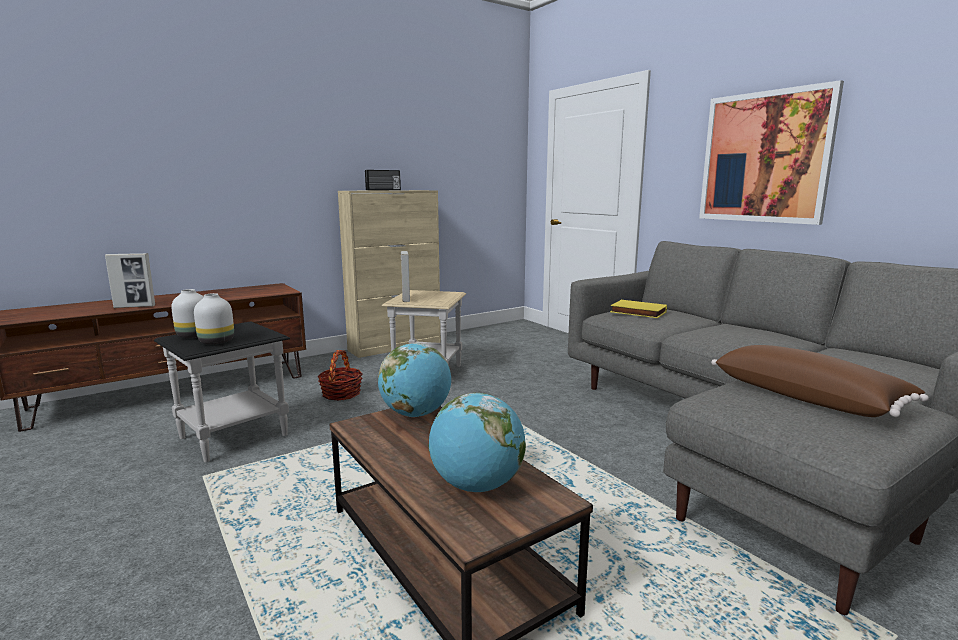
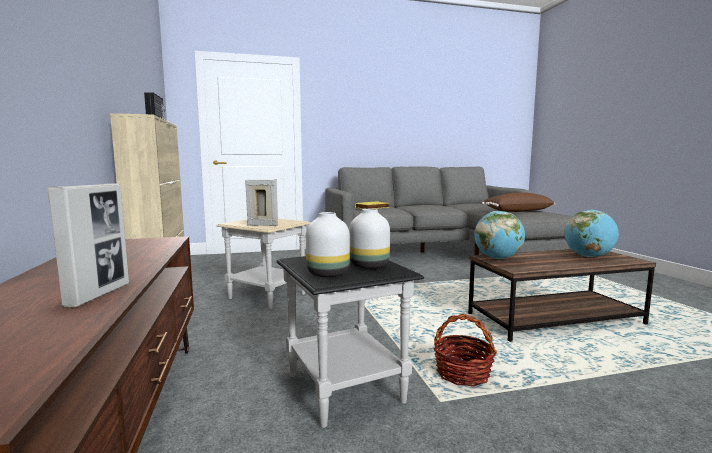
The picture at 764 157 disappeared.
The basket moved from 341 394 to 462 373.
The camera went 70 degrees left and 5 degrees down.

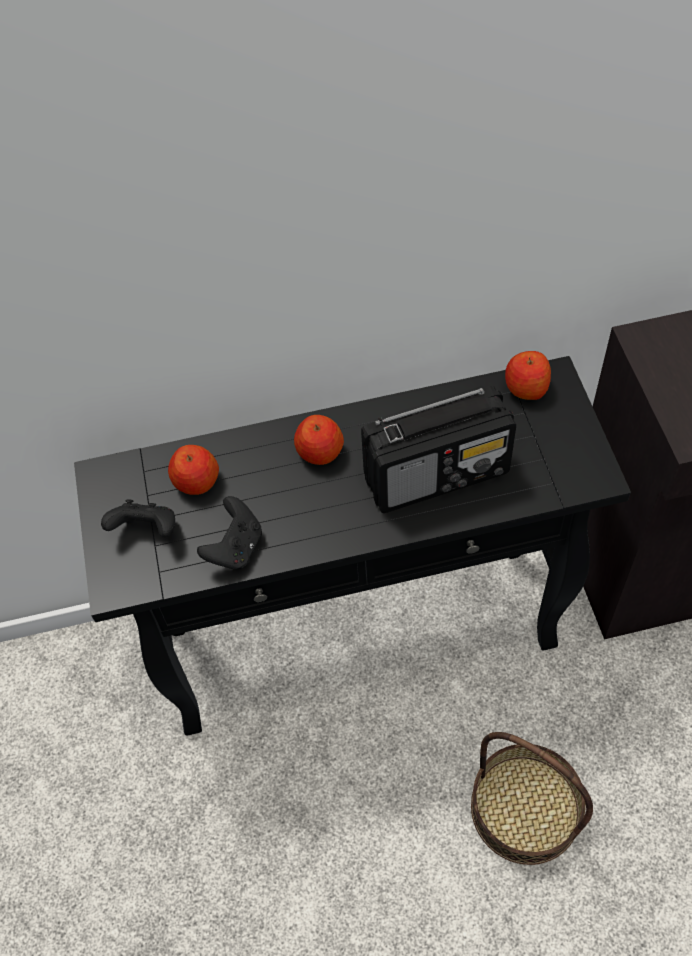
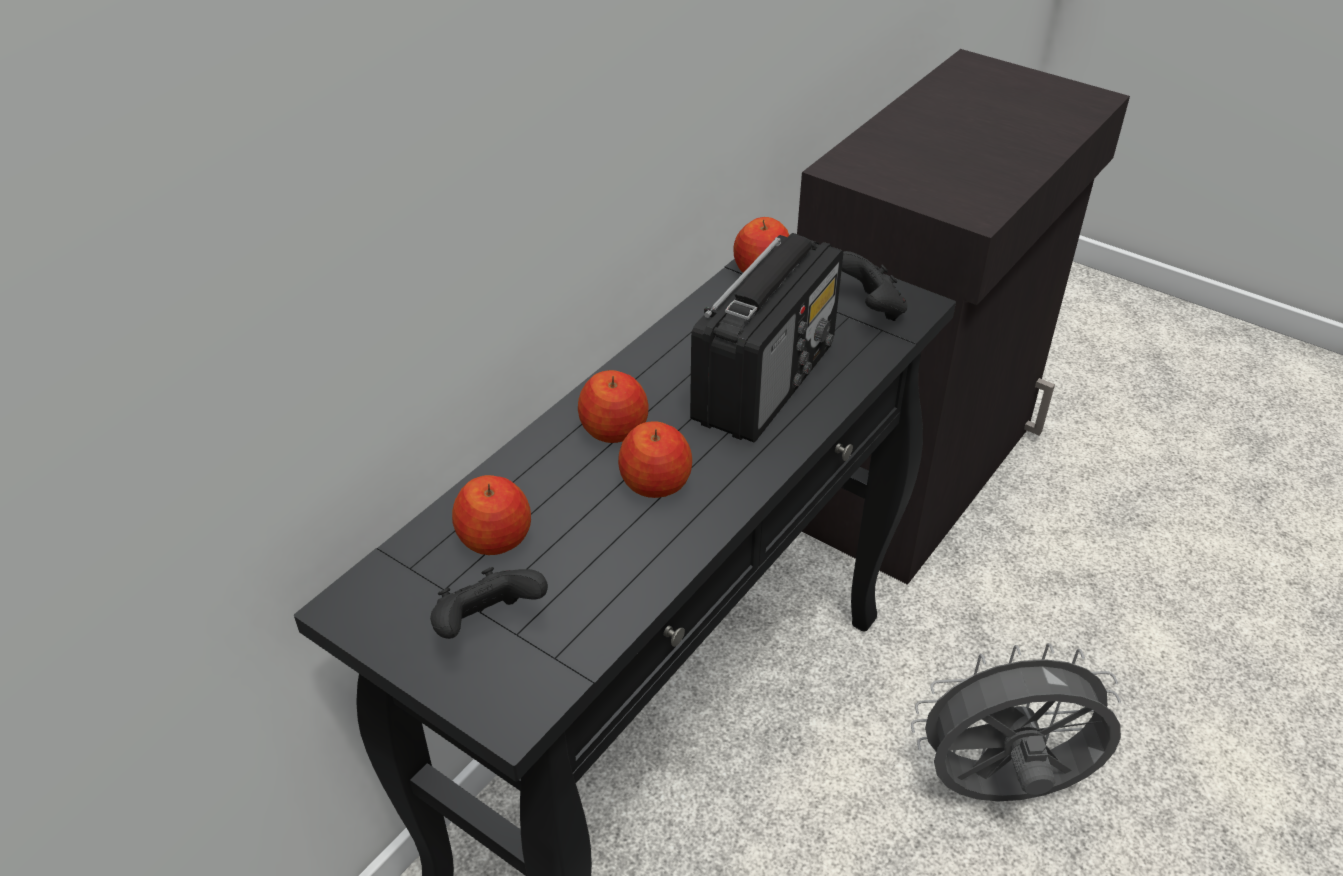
The apple at 656 483 appeared.
The game controller in black moved from 235 547 to 871 309.
The basket at 525 809 was replaced by the fan in grey at 1001 791.
The camera went 45 degrees left and 15 degrees down.

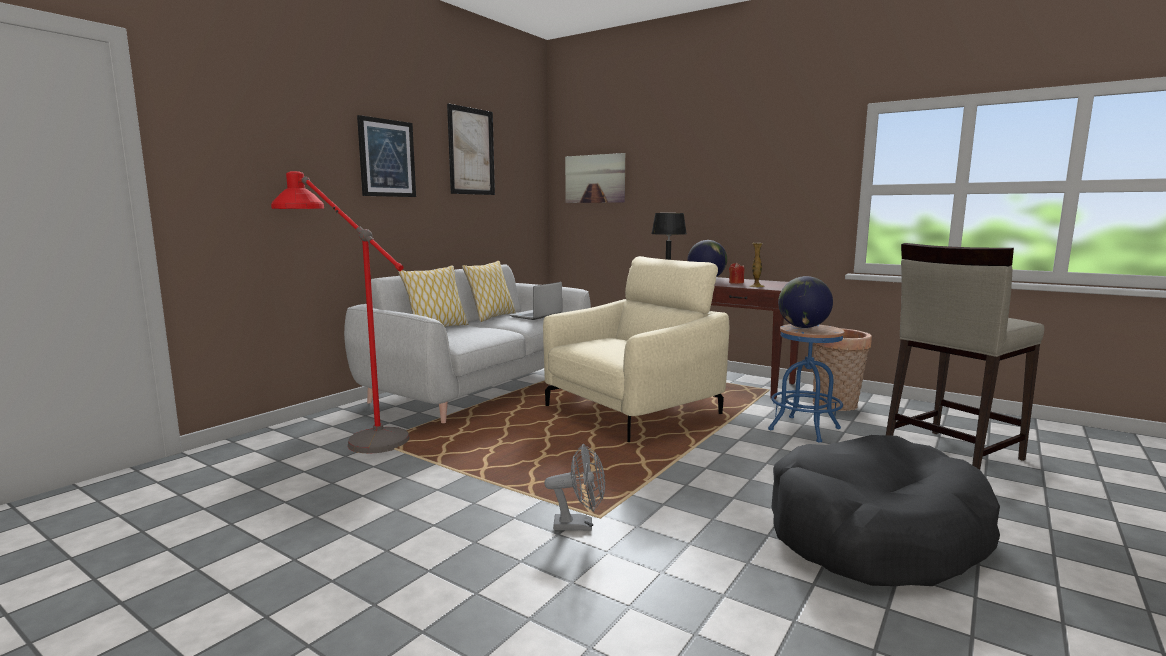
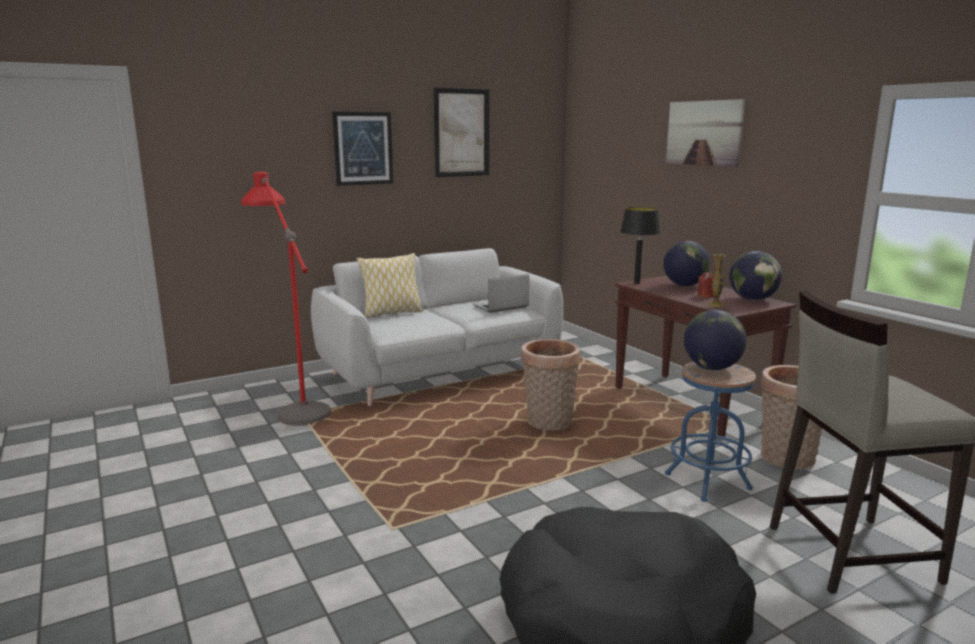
The pillow at 491 317 disappeared.
The fan in grey at 580 525 disappeared.
The globe at 752 299 appeared.
The picture moved from 595 178 to 704 133.
The armchair in beige at 631 411 was replaced by the basket at 548 423.
The camera went 25 degrees right and 5 degrees up.

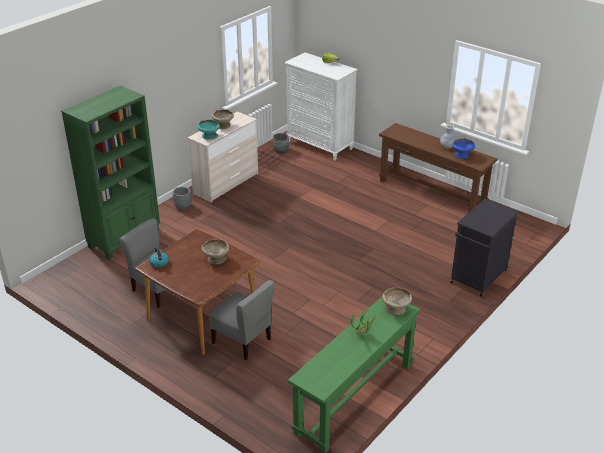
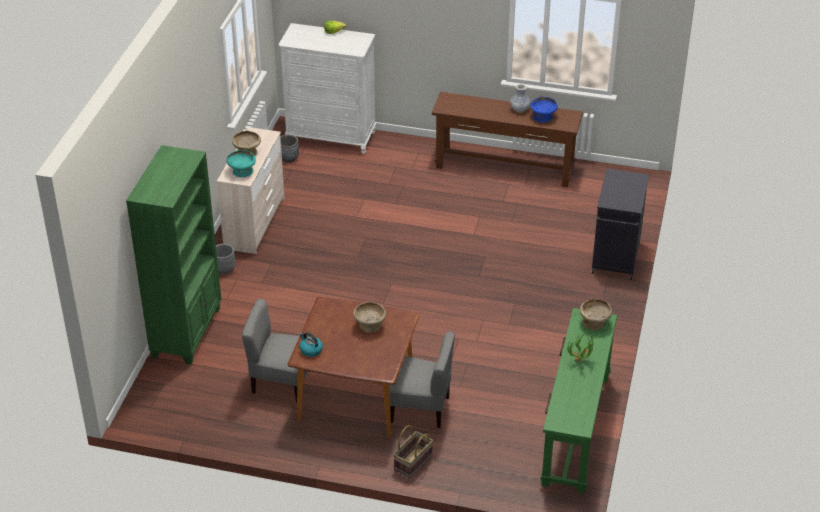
The basket at 413 463 appeared.
The camera went 25 degrees left and 5 degrees up.

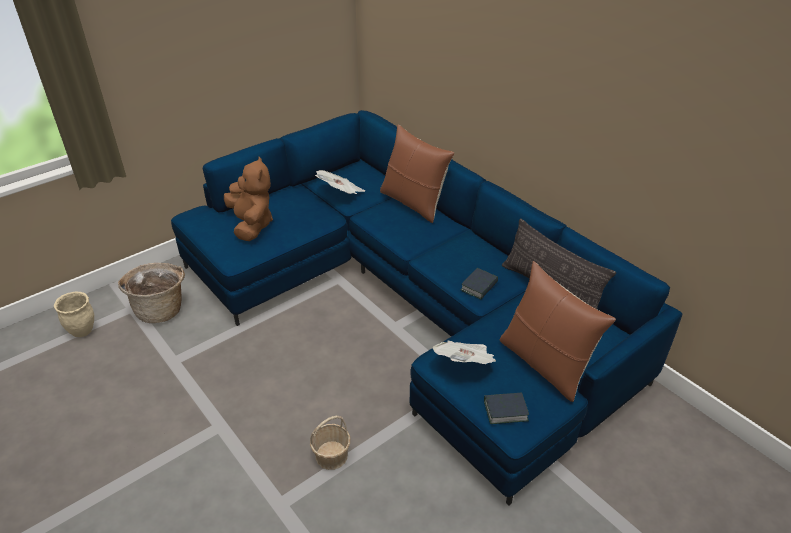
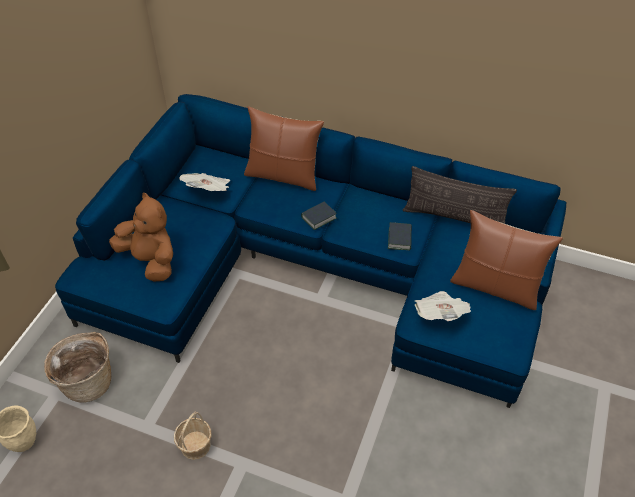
The basket moved from 332 456 to 196 445.
The book moved from 505 411 to 318 218.
The camera went 30 degrees left and 10 degrees up.

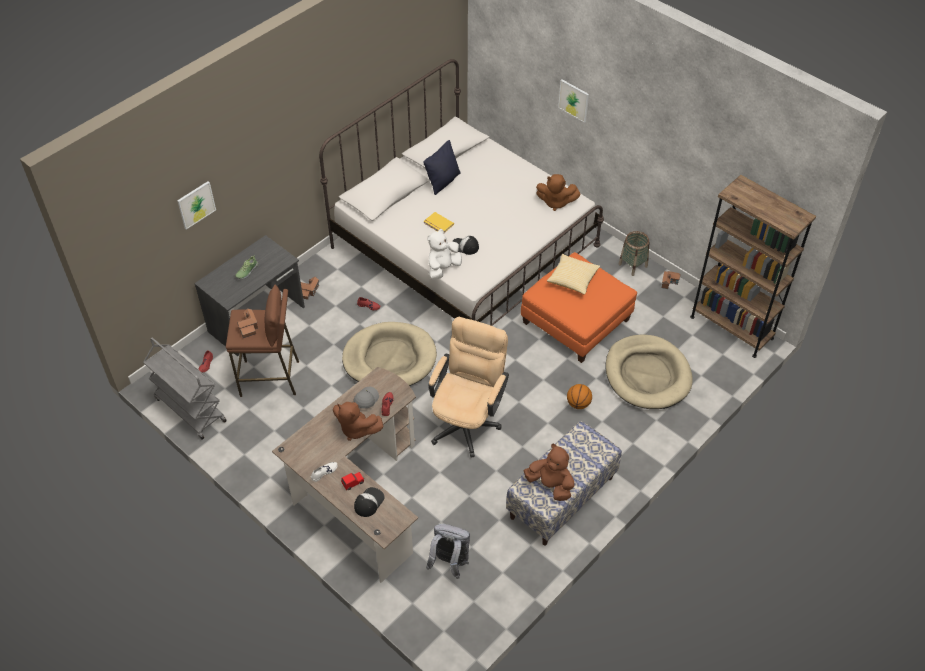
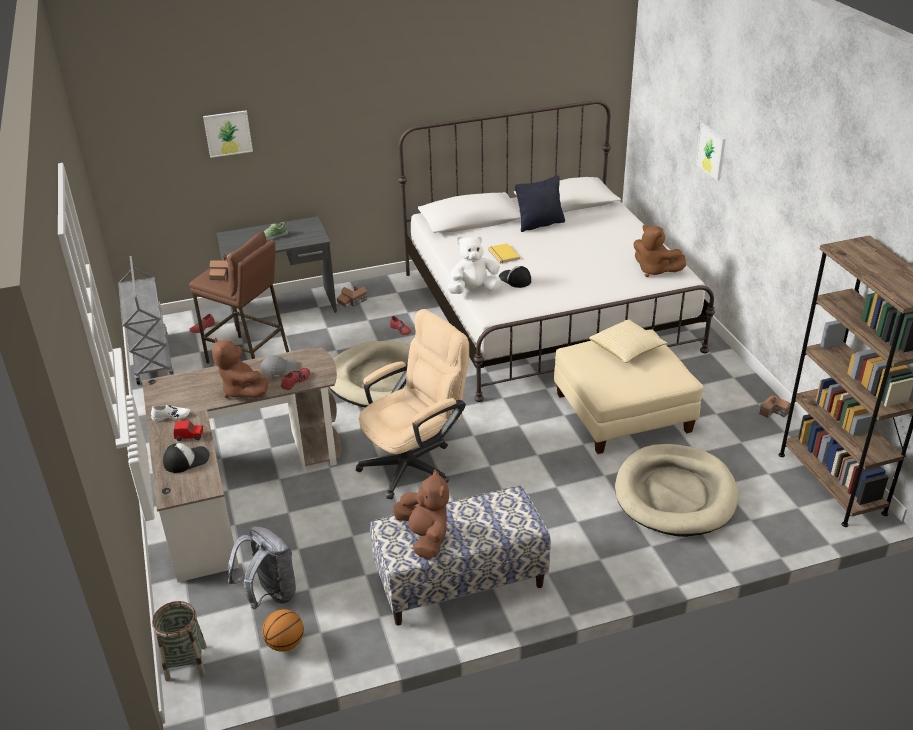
The basketball moved from 578 404 to 285 643.
The basket moved from 633 265 to 186 663.
The ottoman in orange at 576 321 became the ottoman in beige at 623 412.
The camera went 30 degrees right and 15 degrees down.

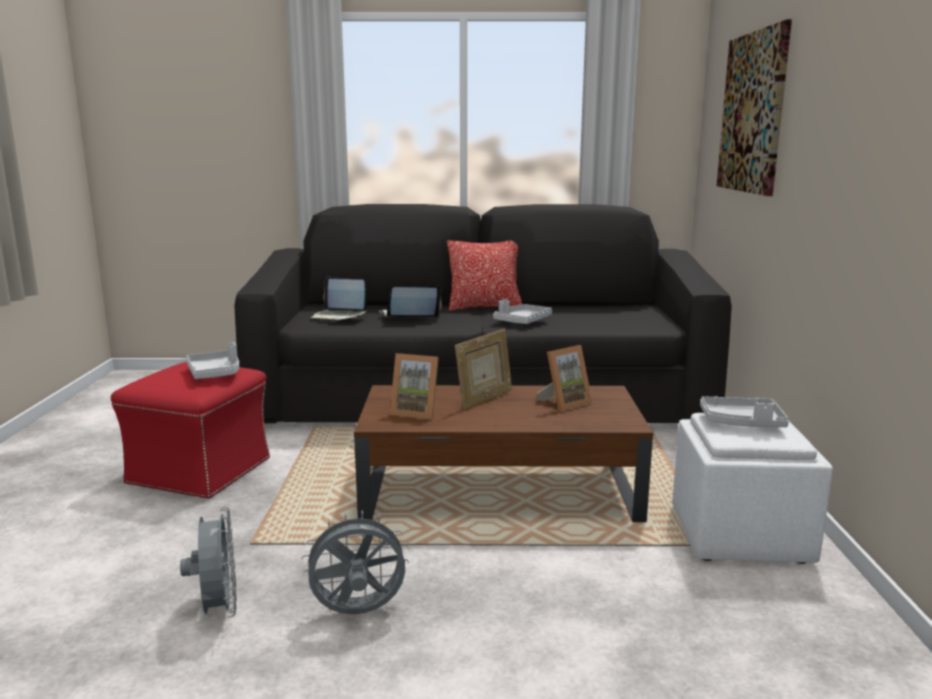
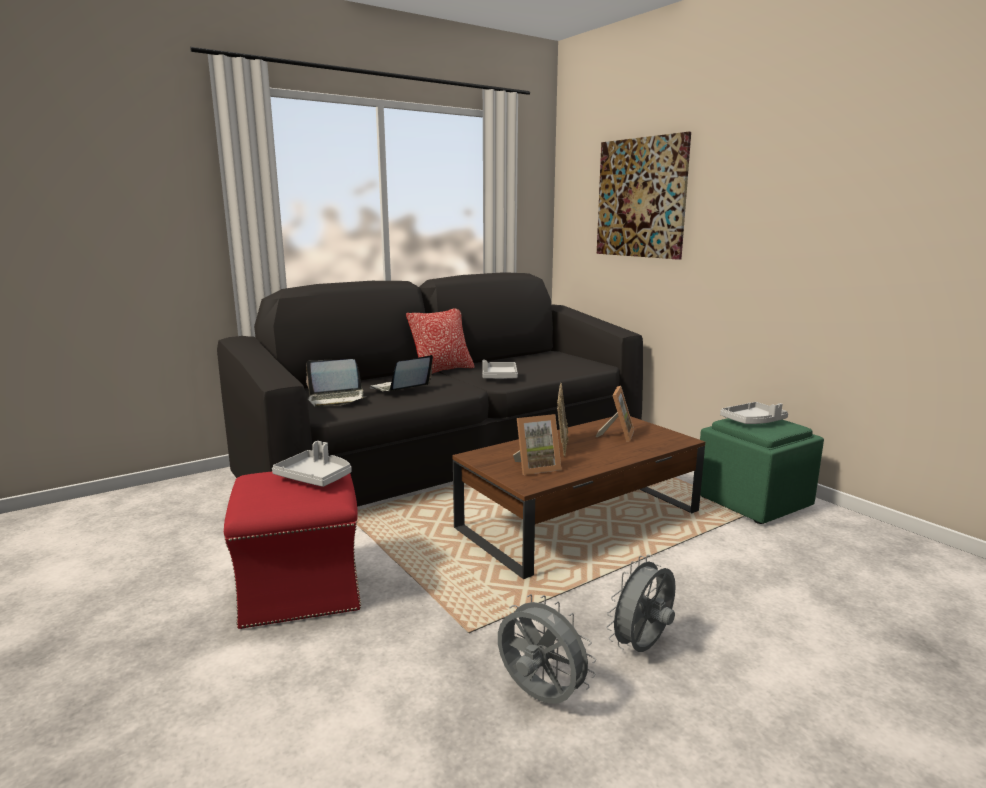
The ottoman in white at 738 535 became the ottoman in green at 751 501.
The camera went 35 degrees left and 0 degrees up.

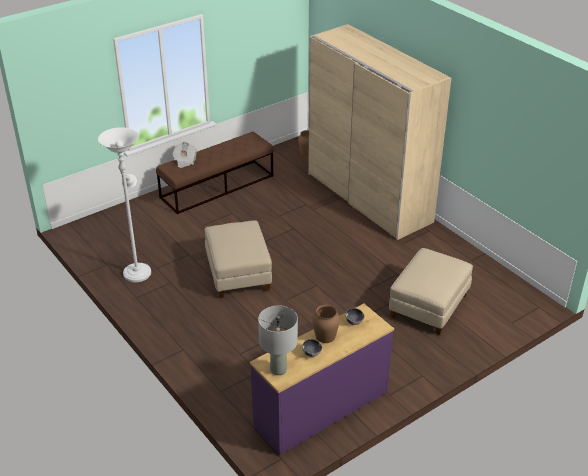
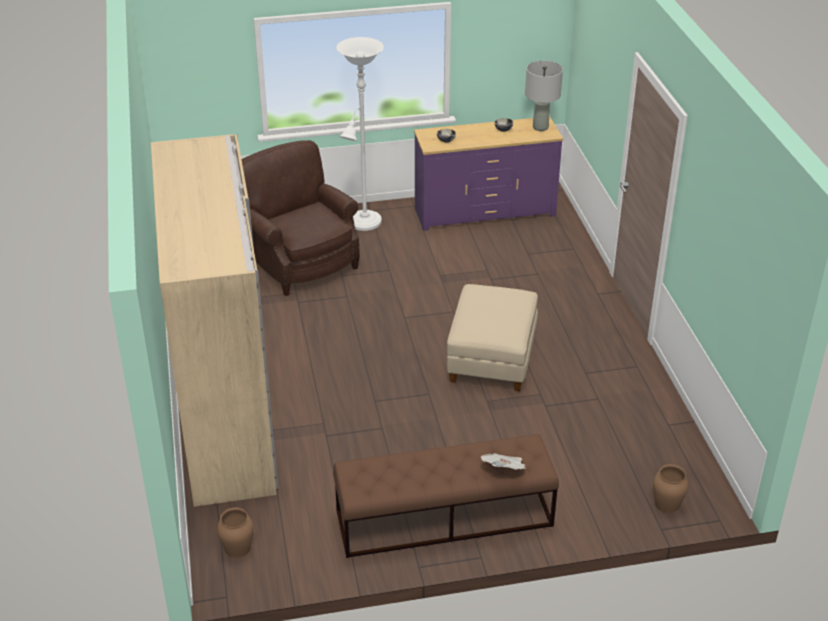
The floor lamp in white moved from 137 271 to 363 224.
The vase in brown moved from 325 336 to 667 503.
The ottoman in beige at 429 306 was replaced by the armchair in brown at 299 261.
The camera went 155 degrees left and 0 degrees up.

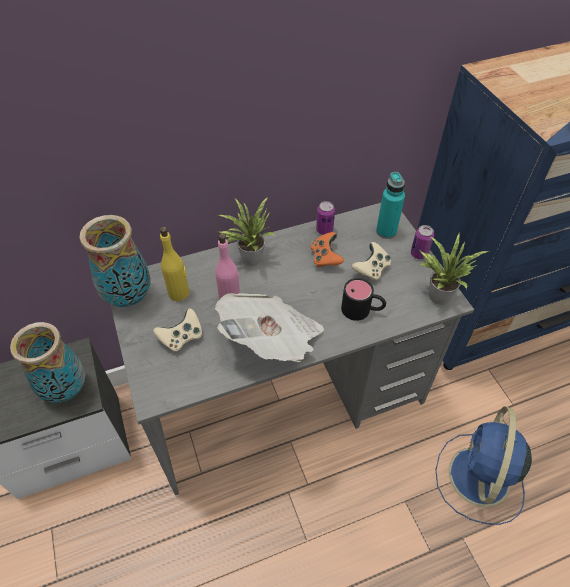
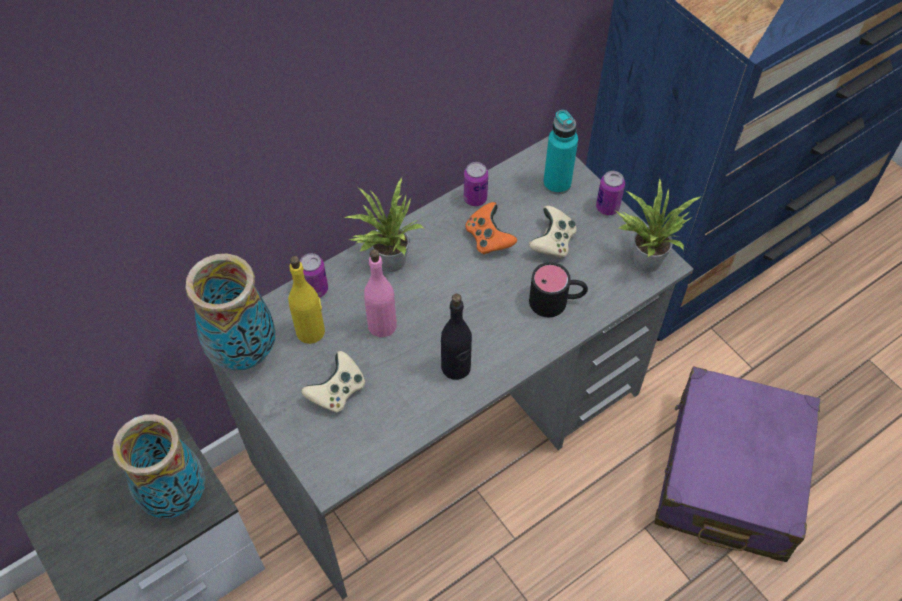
The can at 315 289 appeared.
The newspaper at 272 340 was replaced by the bottle in black at 456 367.
The fan in blue at 478 479 was replaced by the suitcase in purple at 729 476.
The camera went 15 degrees left and 5 degrees up.

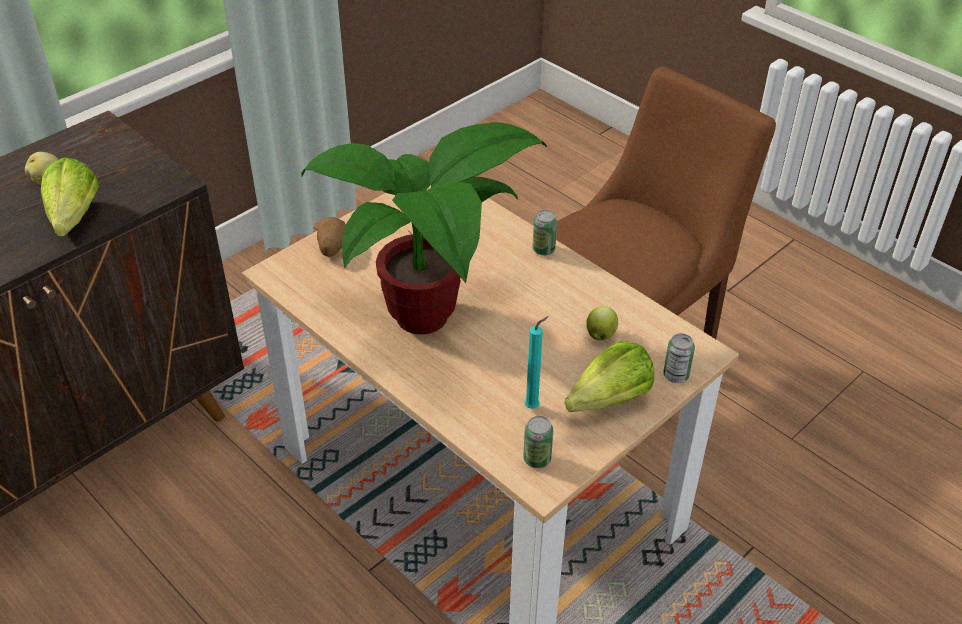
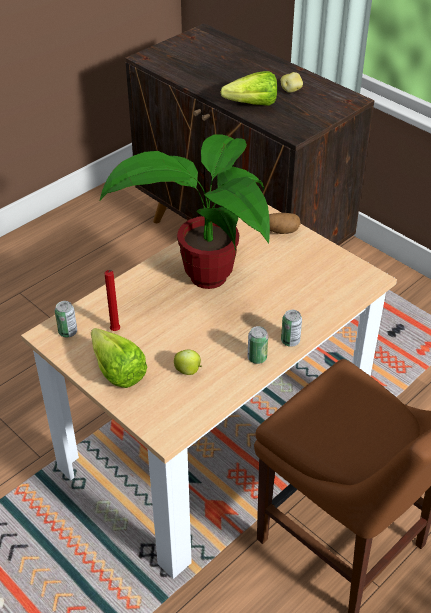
The can moved from 675 375 to 257 358.
The candle in turquoise at 534 406 became the candle in red at 116 331.
The camera went 90 degrees right and 0 degrees up.

